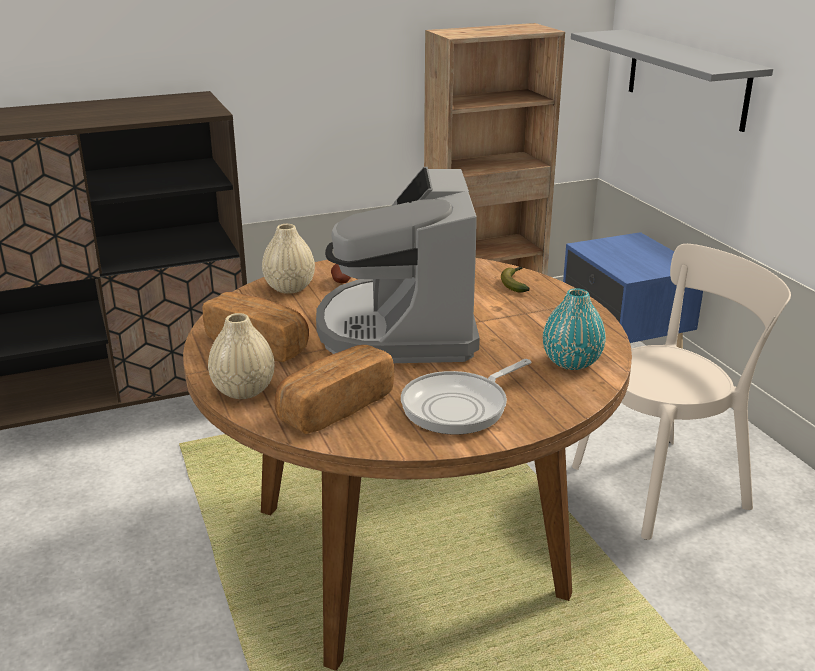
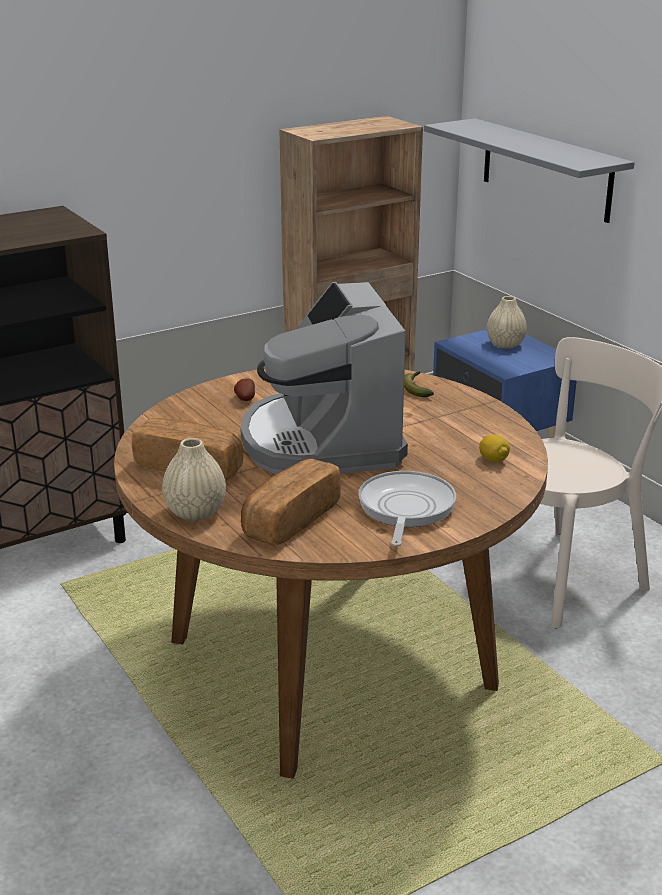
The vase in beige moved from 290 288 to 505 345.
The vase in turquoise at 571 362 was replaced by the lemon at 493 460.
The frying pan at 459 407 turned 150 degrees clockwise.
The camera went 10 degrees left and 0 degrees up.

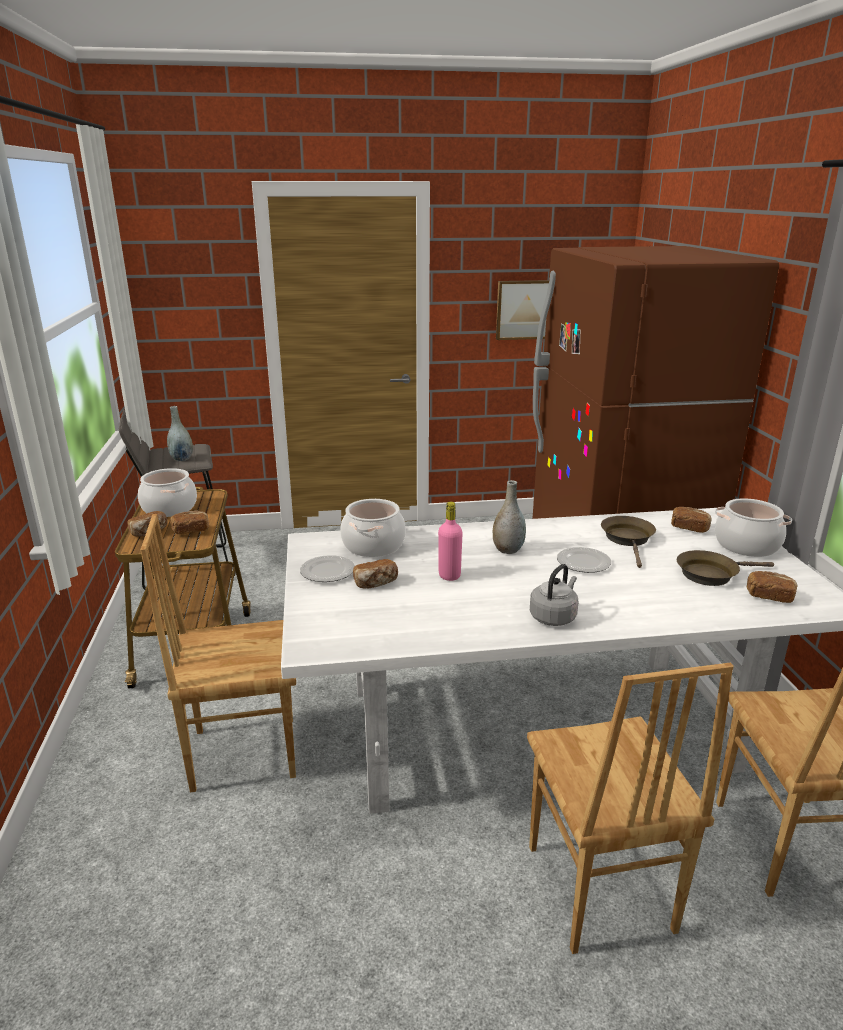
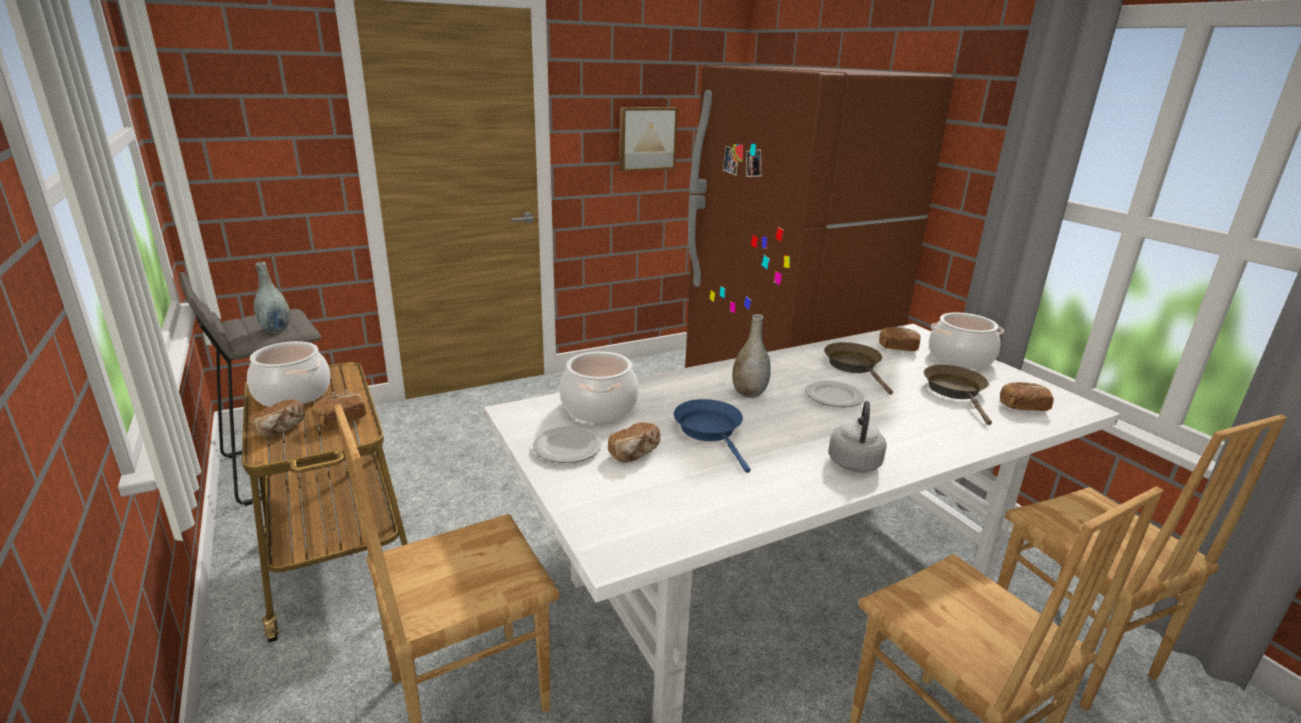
The bottle in pink at 449 575 was replaced by the frying pan in blue at 710 431.
The frying pan in brown at 711 574 turned 120 degrees clockwise.
The camera went 20 degrees left and 0 degrees up.

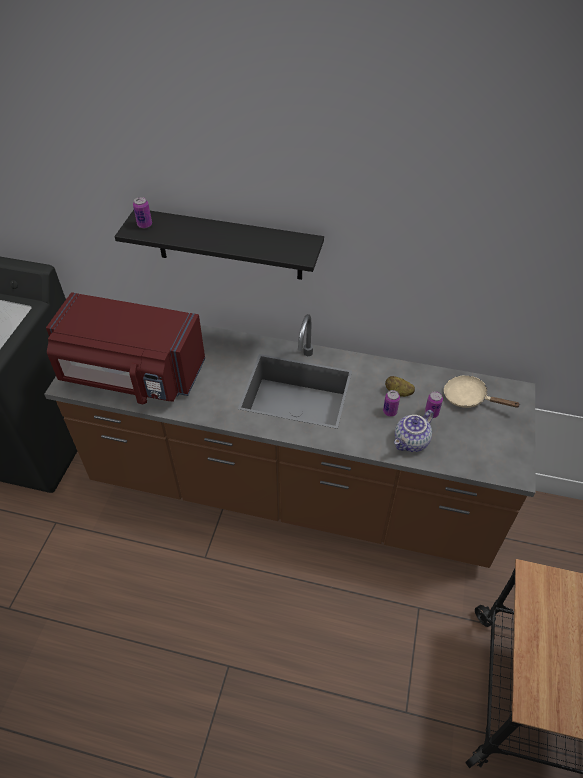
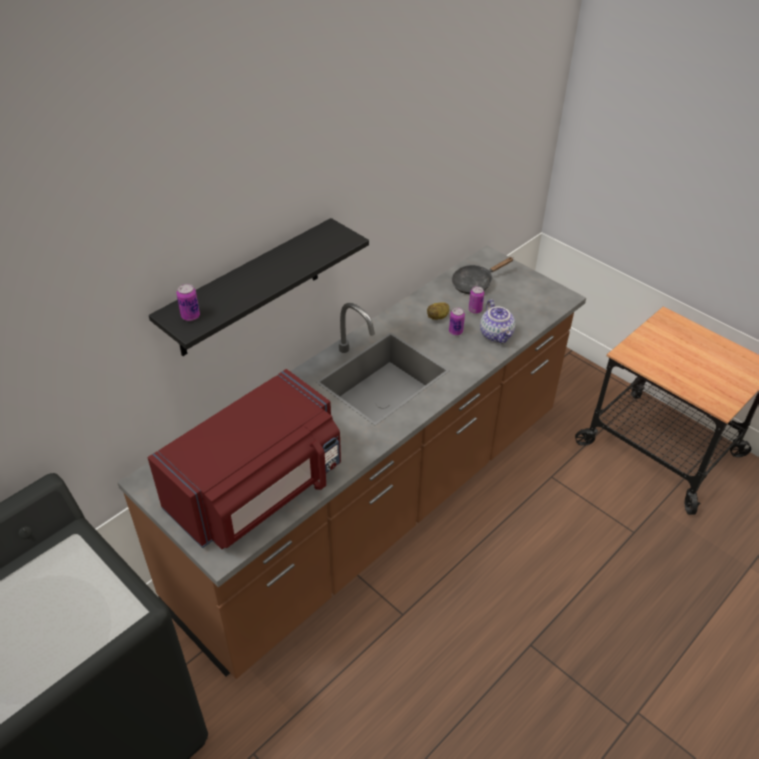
The frying pan in beige at 469 398 became the frying pan in black at 475 283.
The camera went 60 degrees left and 5 degrees down.

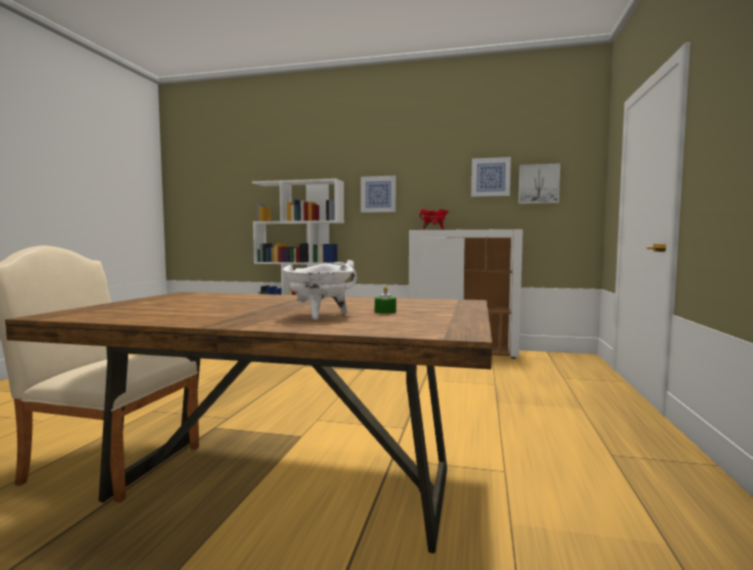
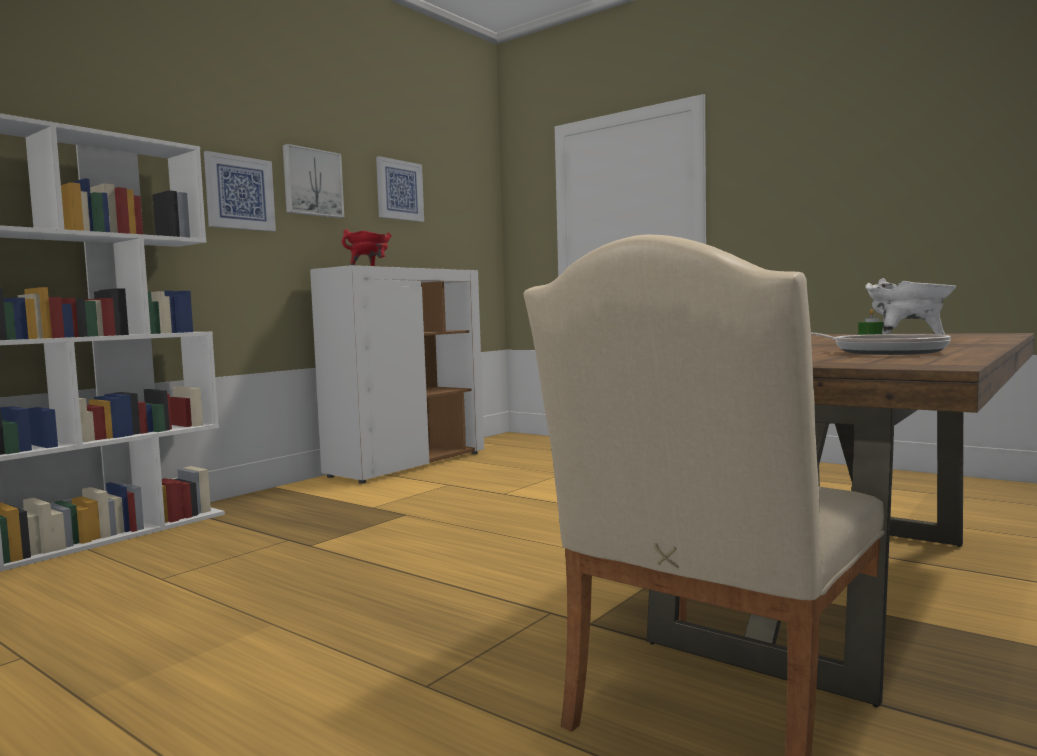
The frying pan at 884 352 appeared.
The picture moved from 538 184 to 312 183.
The camera went 65 degrees left and 0 degrees up.

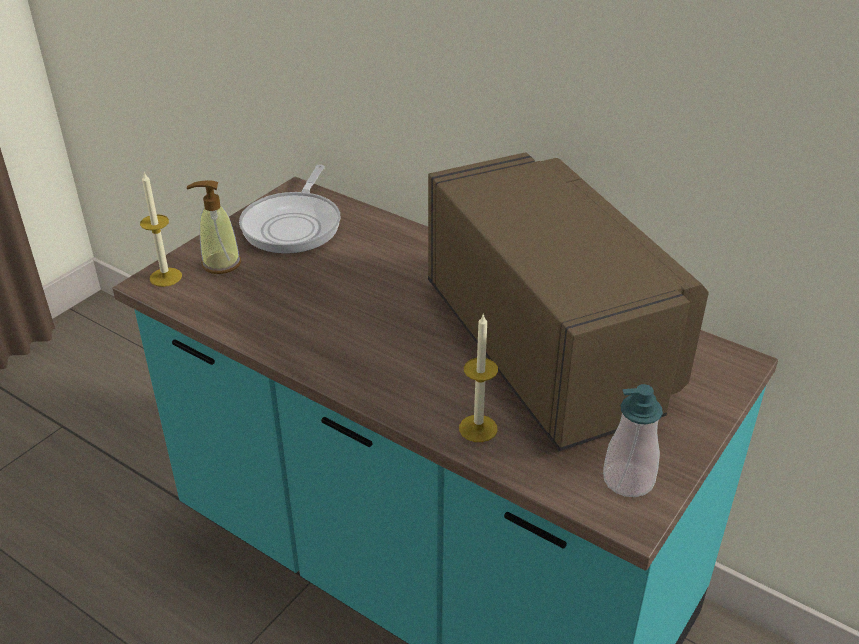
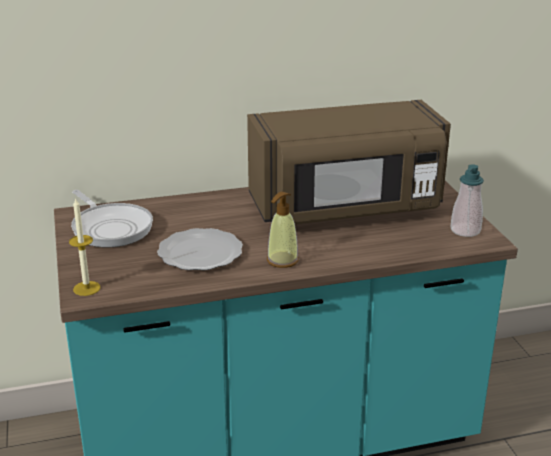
The candle at 478 428 disappeared.
The plate at 200 253 appeared.
The soap dispenser moved from 221 263 to 282 260.
The microwave in brown at 549 347 turned 150 degrees clockwise.
The camera went 50 degrees left and 10 degrees down.

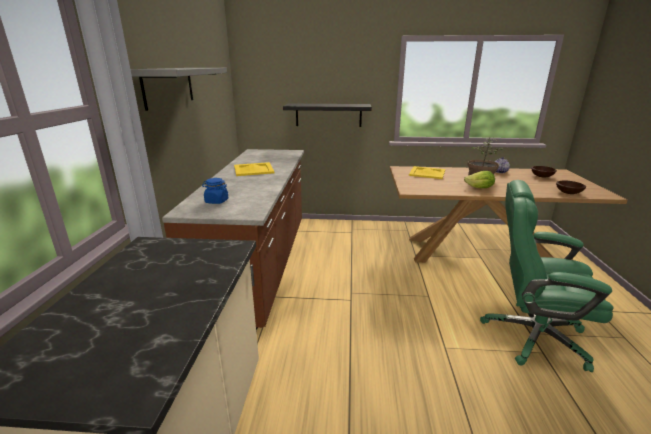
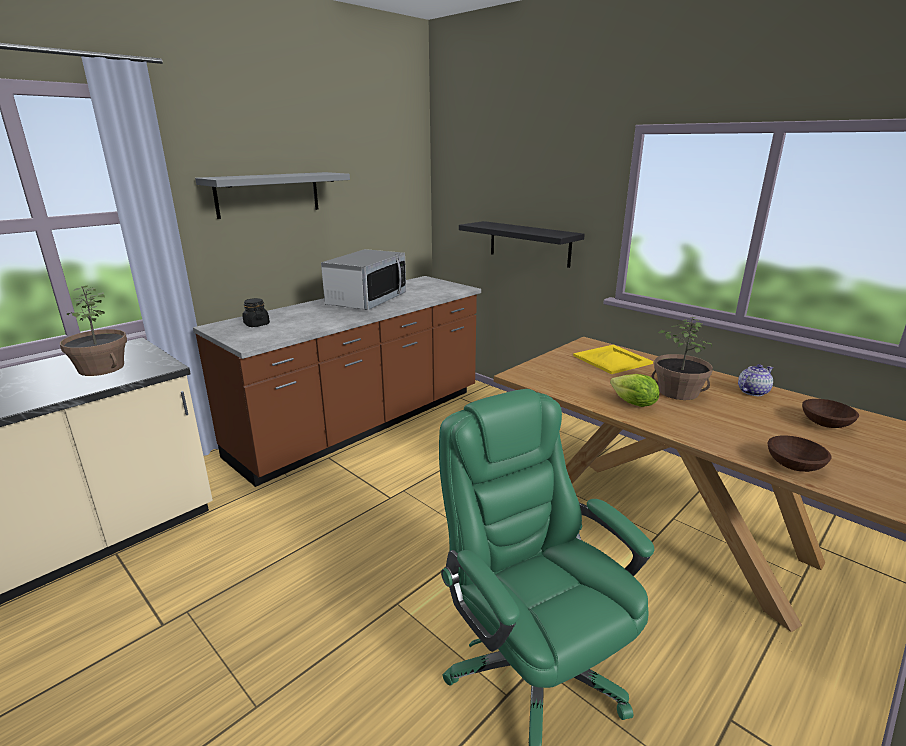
The potted plant at 101 368 appeared.
The tray in yellow at 253 169 was replaced by the microwave at 367 300.
The jar in blue at 216 201 became the jar in black at 256 324.
The camera went 40 degrees right and 0 degrees up.

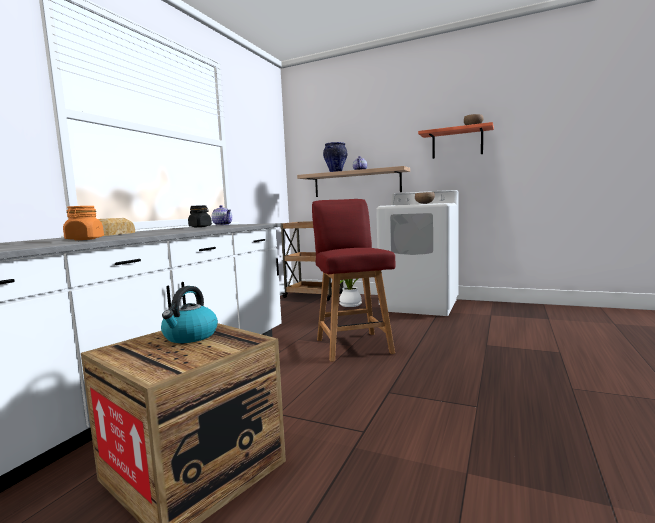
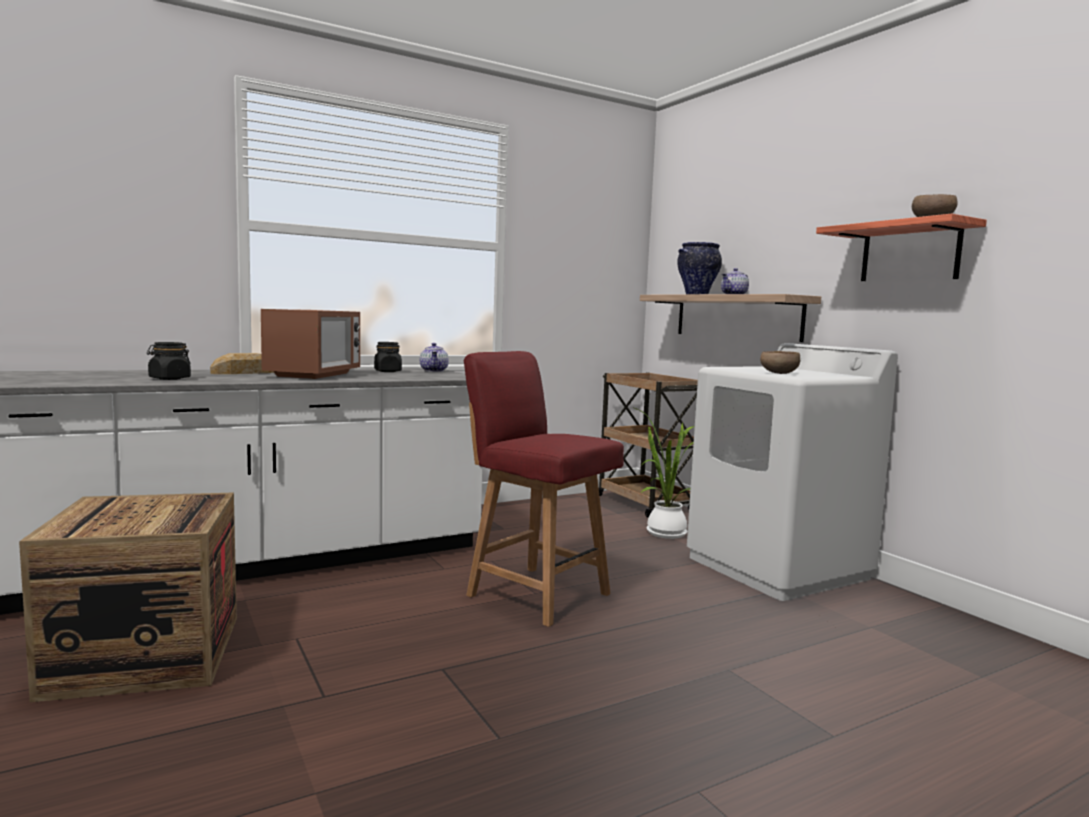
The kettle at 190 336 disappeared.
The microwave at 314 375 appeared.
The jar in orange at 85 239 became the jar in black at 169 378.
The chair in red at 353 345 turned 75 degrees counterclockwise.
The camera went 35 degrees right and 0 degrees up.

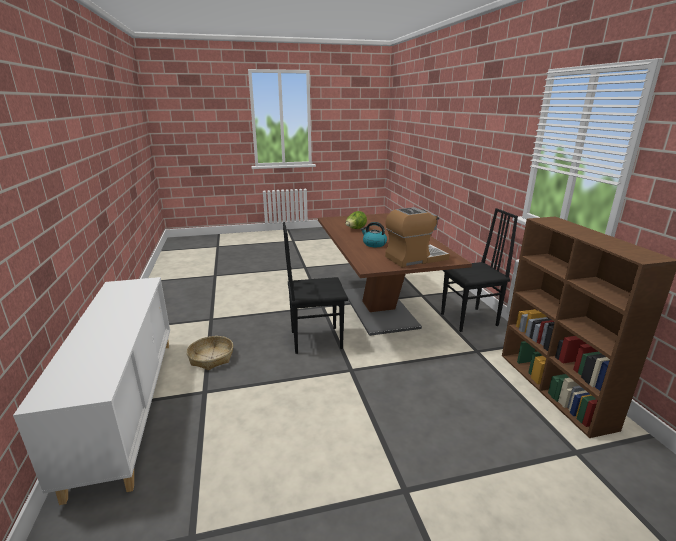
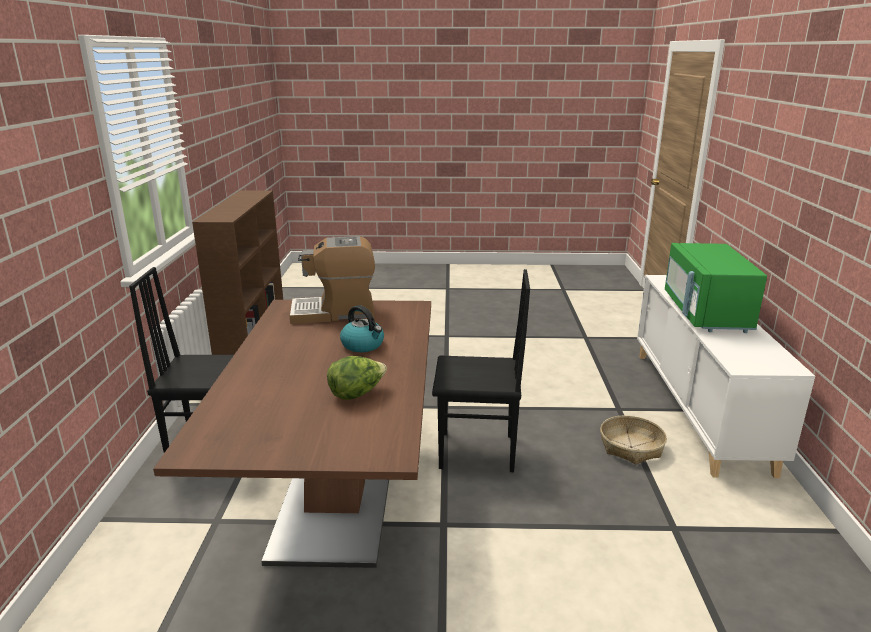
The microwave in green at 705 313 appeared.
The camera went 165 degrees left and 0 degrees up.

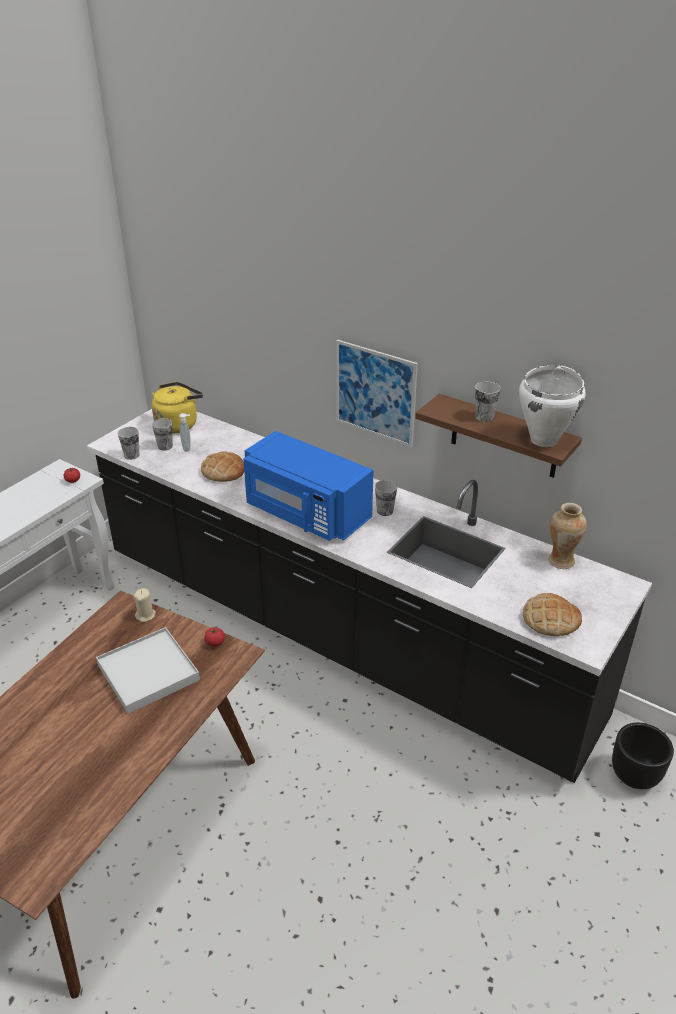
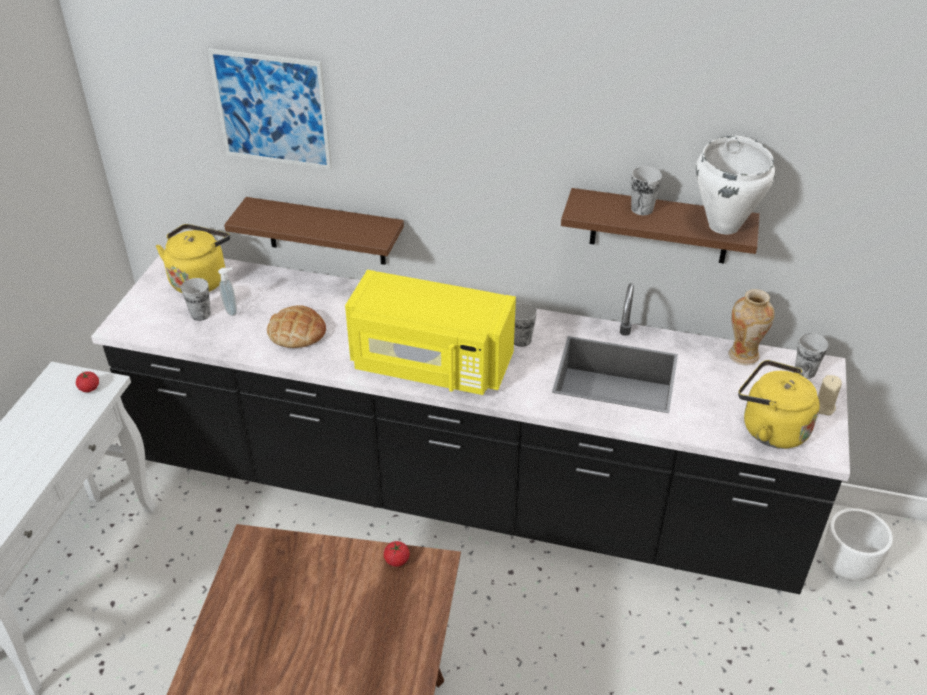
The tray in white at 148 672 disappeared.
The shelf in brown at 326 231 appeared.
The cup moved from 132 455 to 804 371.
The candle in beige moved from 146 615 to 823 407.
The picture moved from 375 393 to 272 109.
The bread at 550 619 was replaced by the kettle in yellow at 770 428.
The microwave in blue at 305 513 became the microwave in yellow at 430 365.
The planter in black at 635 777 became the planter in white at 847 567.
The camera went 20 degrees left and 5 degrees up.

